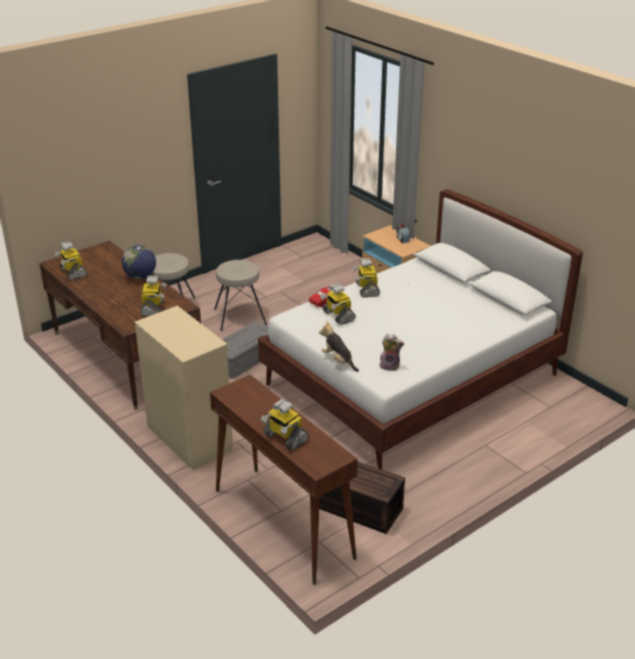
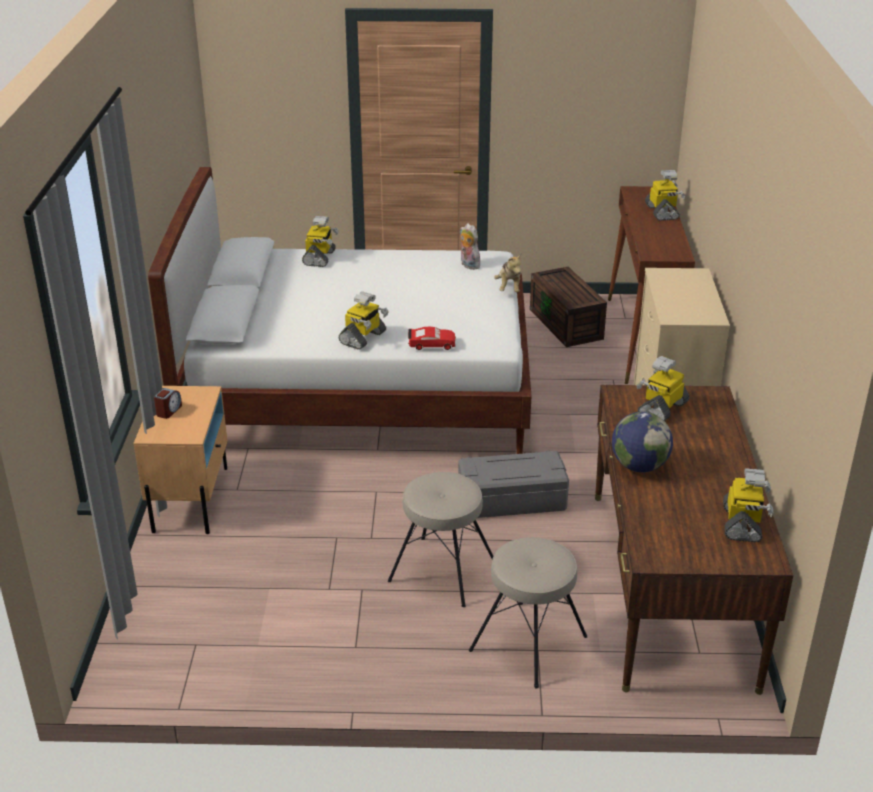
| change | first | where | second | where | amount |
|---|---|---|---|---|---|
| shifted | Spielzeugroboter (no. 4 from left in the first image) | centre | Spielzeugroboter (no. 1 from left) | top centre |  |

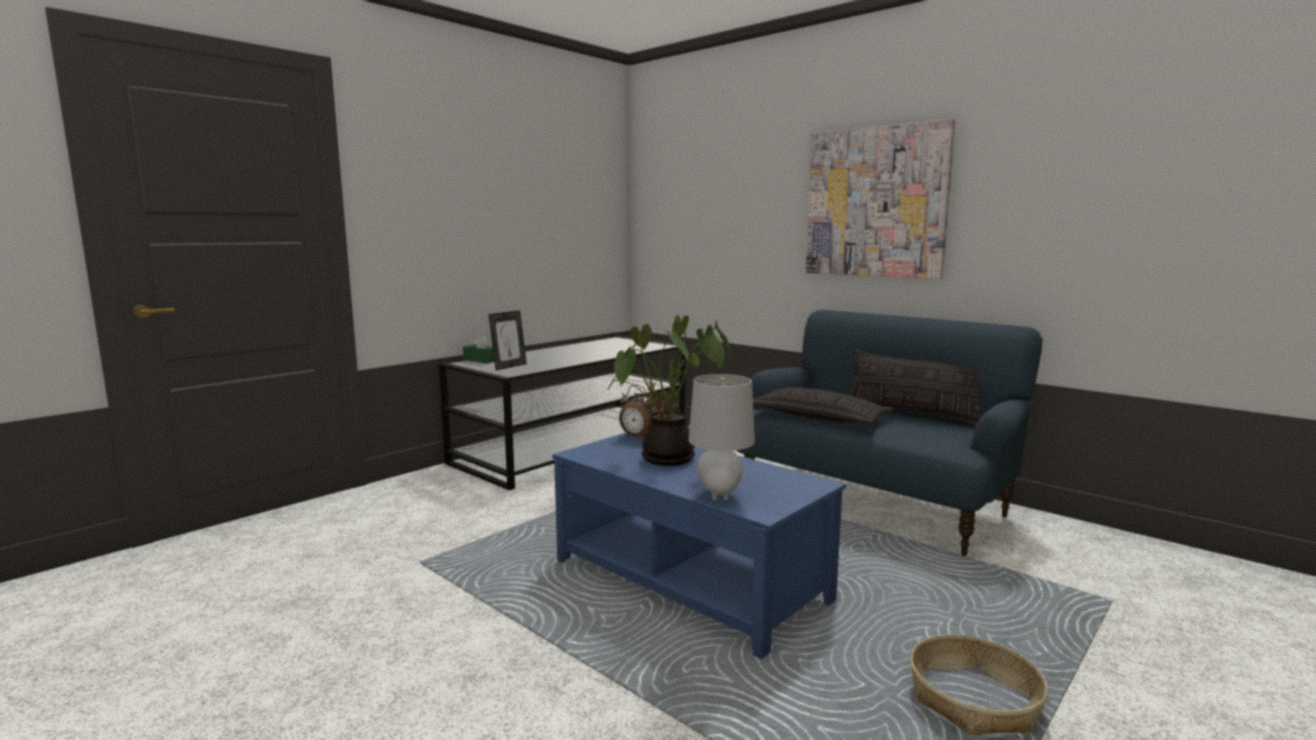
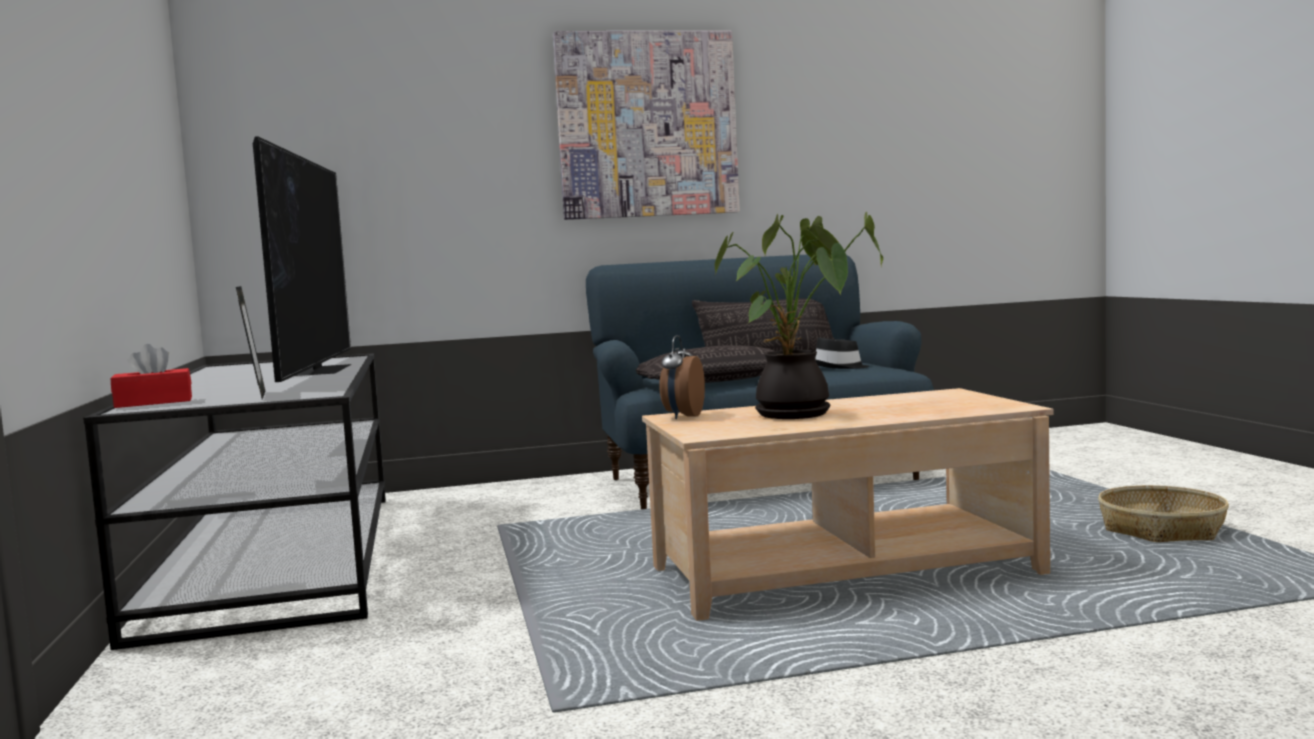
| change | first | where | second | where | amount |
|---|---|---|---|---|---|
| gone | Tischlampe (grau) | centre |  |  |  |
| new |  |  | Fernseher | middle left |  |
| new |  |  | Hut (schwarz) | centre |  |
| repainted | Taschentuchbox (grün) | centre | Taschentuchbox (rot) | middle left |  |
| repainted | Couchtisch (blau) | bottom centre | Couchtisch (beige) | bottom centre |  |
| rotated | Wecker | centre |  | centre | 135 degrees clockwise |

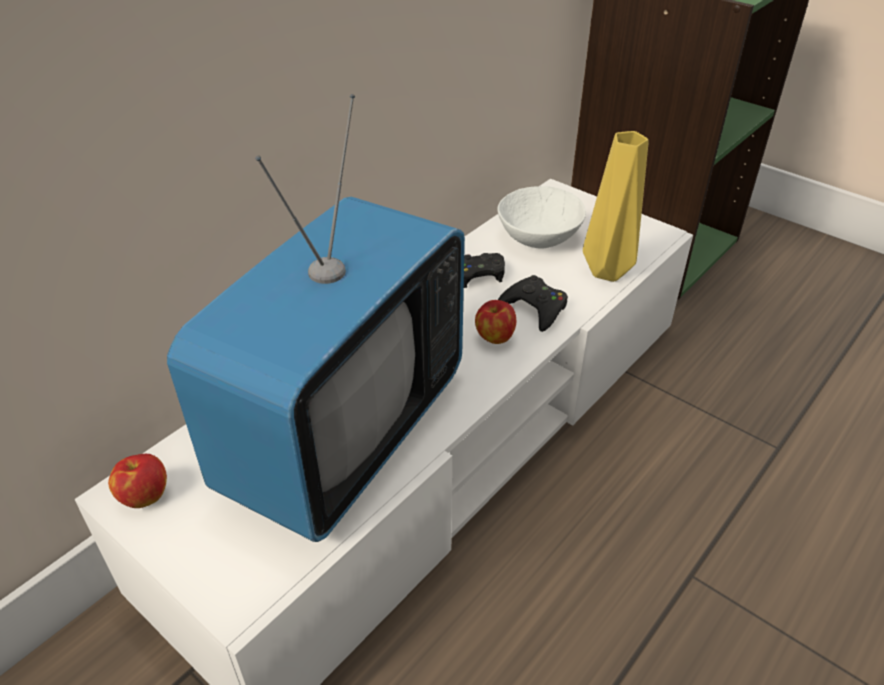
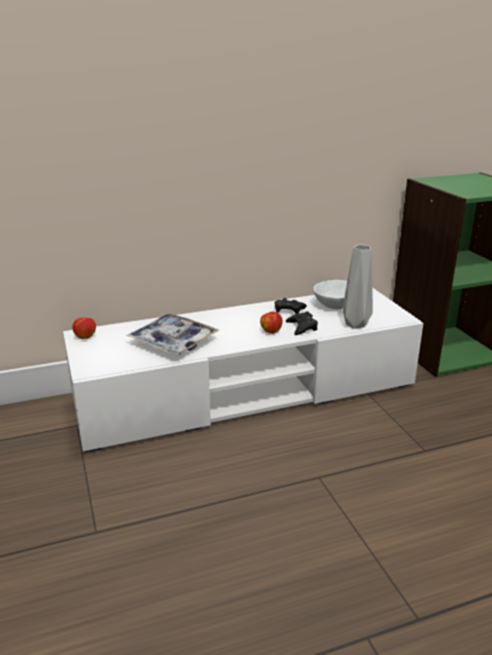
| change | first | where | second | where | amount |
|---|---|---|---|---|---|
| swapped | Fernseher | centre | Tablett | centre |  |
| repainted | Vase (gelb) | top right | Vase (grau) | middle right |  |

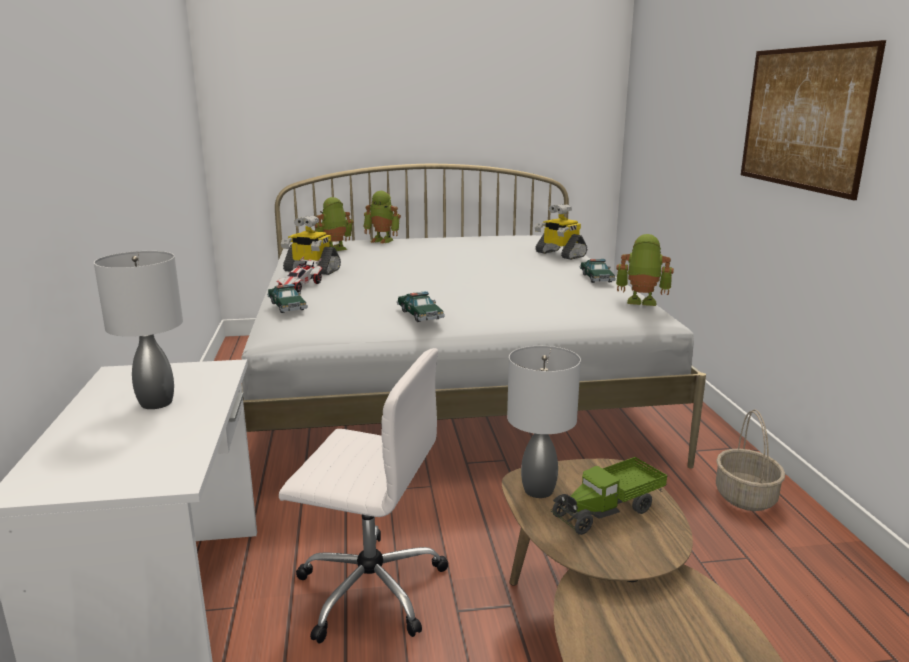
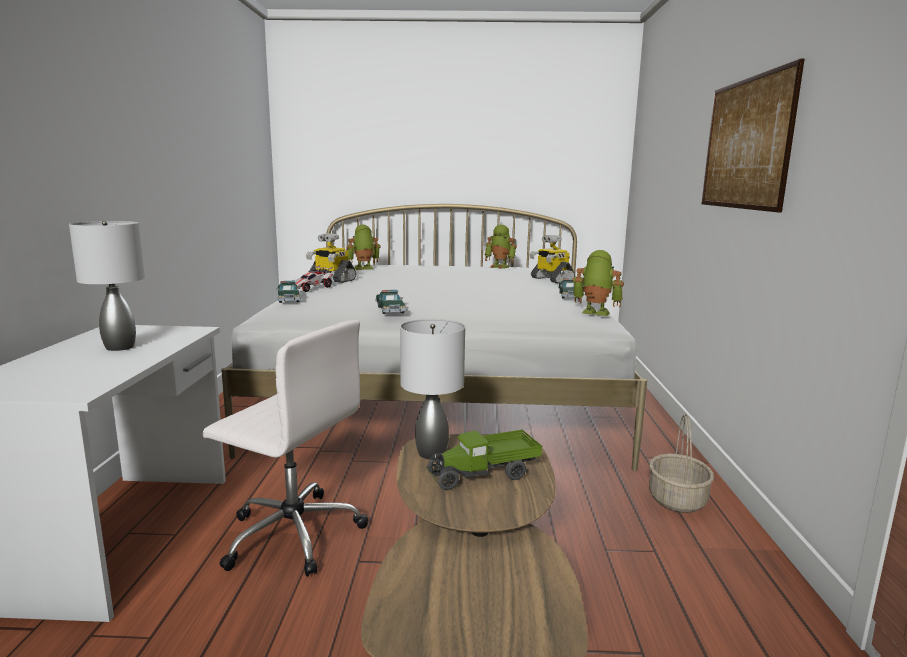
| change | first | where | second | where | amount |
|---|---|---|---|---|---|
| shifted | Spielzeugroboter (no. 3 from left) | top centre |  | centre |  |

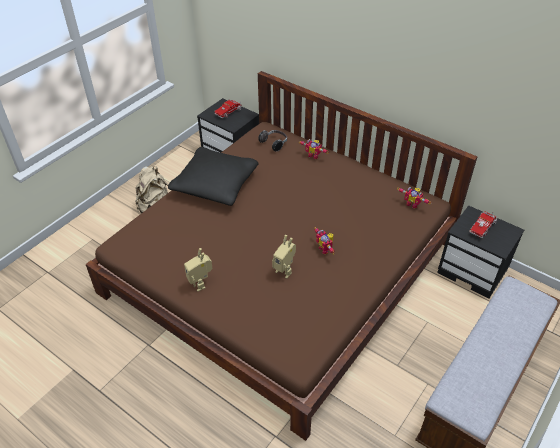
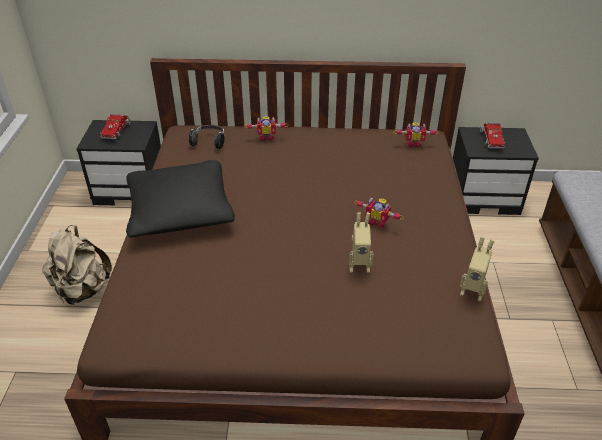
| change | first | where | second | where | amount |
|---|---|---|---|---|---|
| shifted | Spielzeugroboter (no. 1 from left in the first image) | centre | Spielzeugroboter (no. 5 from left) | middle right |  |

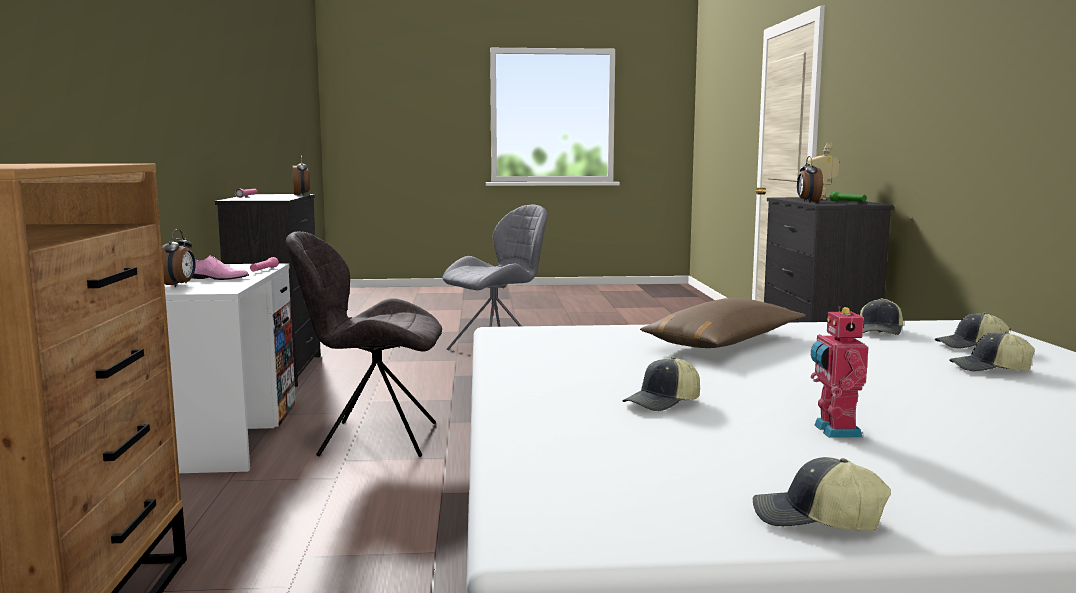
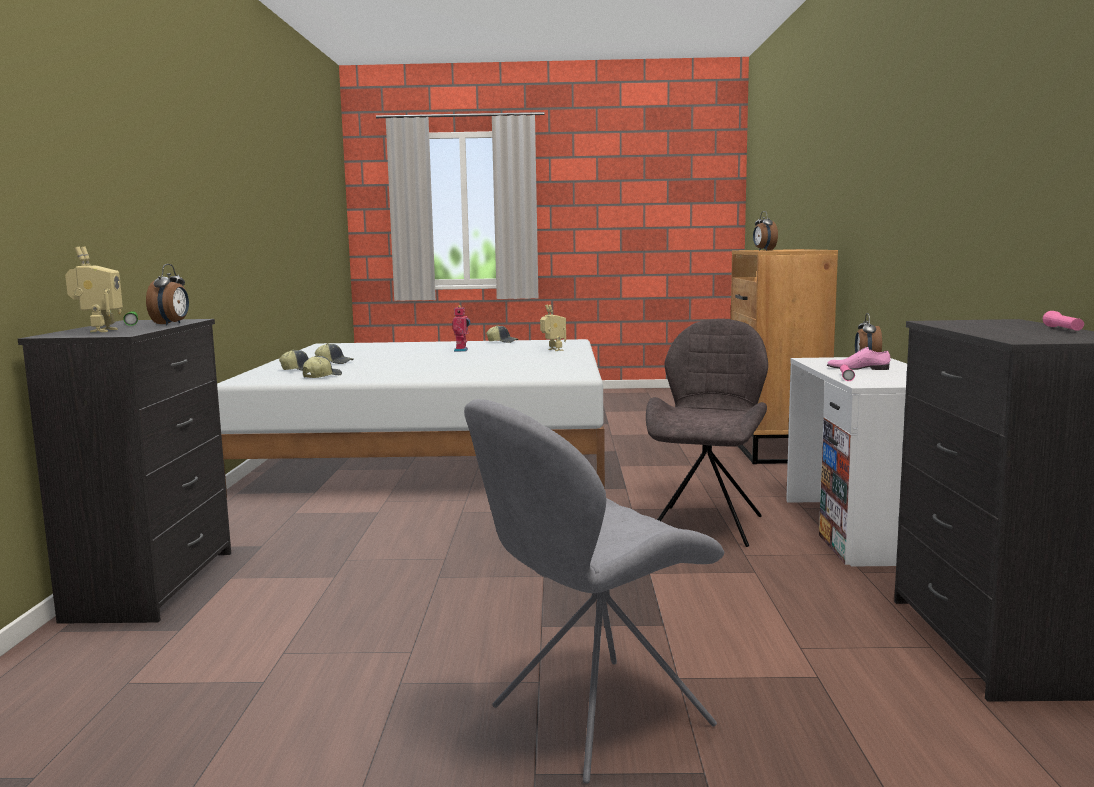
| change | first | where | second | where | amount |
|---|---|---|---|---|---|
| gone | Kappe (no. 1 from left) | centre |  |  |  |
| gone | Kissen (braun) | middle right |  |  |  |
| new |  |  | Spielzeugroboter (no. 3 from left) | centre |  |
| shifted | Wecker (no. 2 from left) | top left |  | top right |  |
| rotated | Stuhl (grau) (no. 1 from left in the first image) | centre | Stuhl (grau) (no. 2 from left) | centre | 75 degrees counterclockwise |

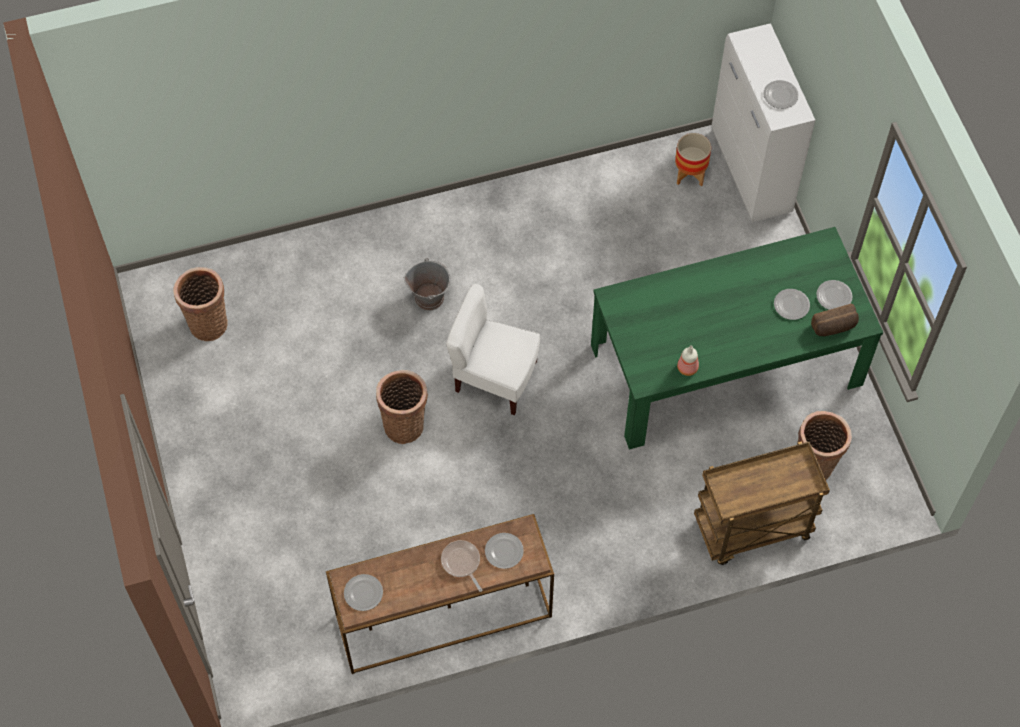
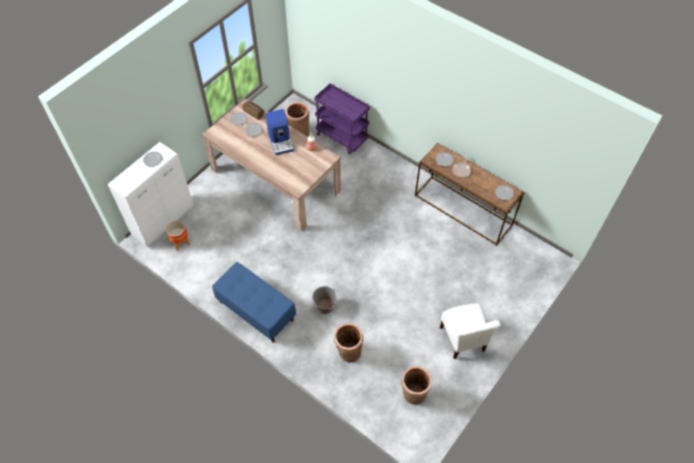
| change | first | where | second | where | amount |
|---|---|---|---|---|---|
| new |  |  | Bank (blau) | centre |  |
| new |  |  | Kaffeemaschine | top centre |  |
| shifted | Korb (no. 2 from left) | centre |  | bottom centre |  |
| shifted | Stuhl (weiß) | centre |  | bottom right |  |
| repainted | Esstisch (grün) | middle right | Esstisch (beige) | centre |  |
| repainted | Rollwagen (braun) | bottom right | Rollwagen (lila) | top centre |  |

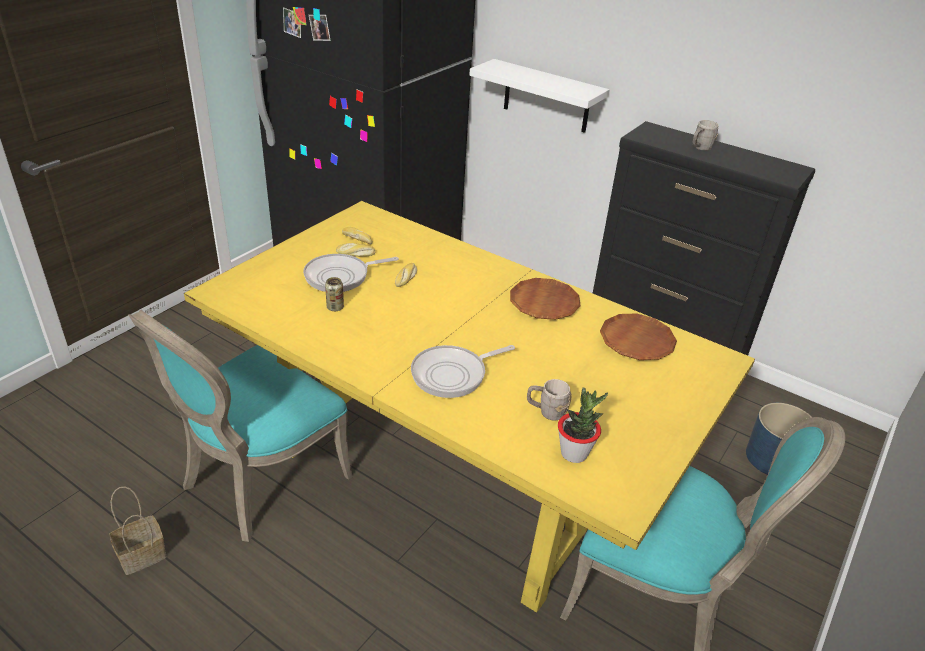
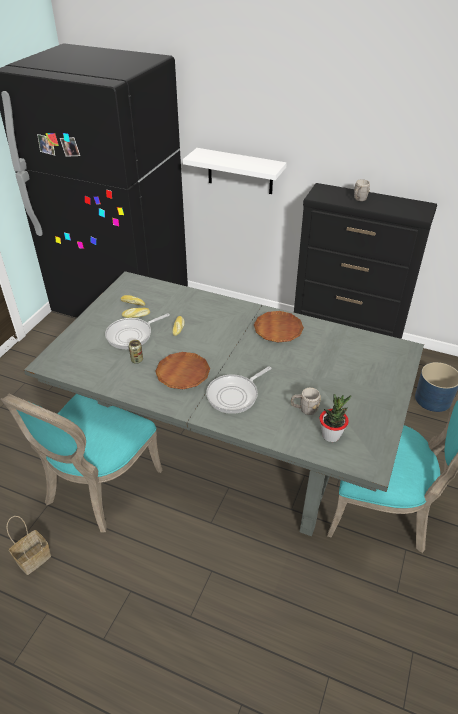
| change | first | where | second | where | amount |
|---|---|---|---|---|---|
| shifted | Teller (braun) (no. 2 from left in the first image) | middle right | Teller (braun) (no. 1 from left) | centre |  |
| repainted | Esstisch (gelb) | centre | Esstisch (grau) | centre |  |

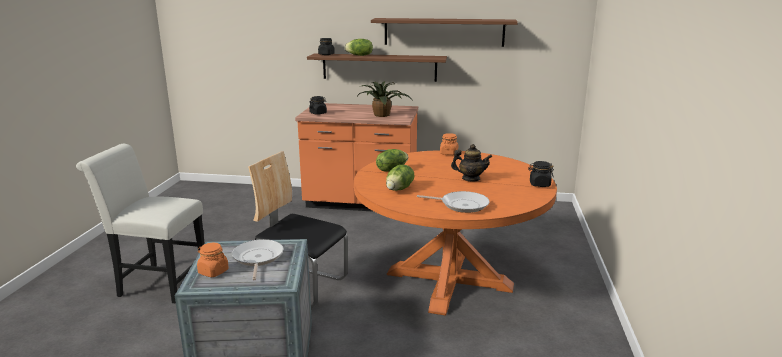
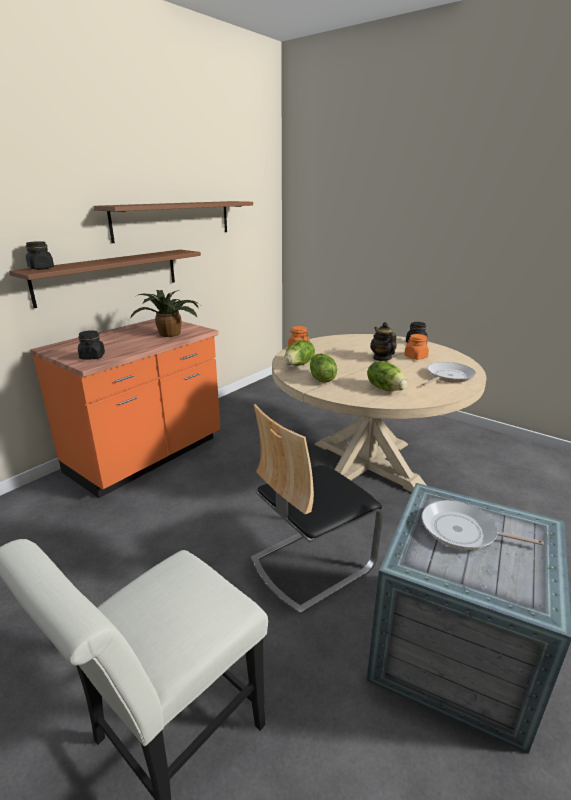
| change | first | where | second | where | amount |
|---|---|---|---|---|---|
| shifted | Vorratsglas (orange) (no. 1 from left in the first image) | bottom left | Vorratsglas (orange) (no. 2 from left) | middle right |  |
| shifted | Salatkopf (no. 1 from left) | top centre |  | centre |  |
| repainted | Esstisch (orange) | centre | Esstisch (beige) | centre |  |
| rotated | Teekanne | centre |  | middle right | 60 degrees counterclockwise |

